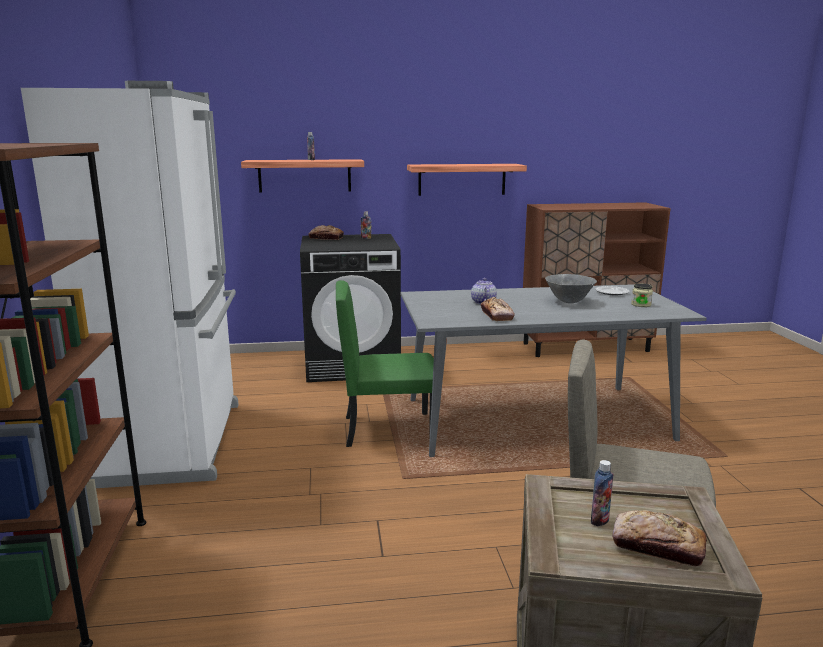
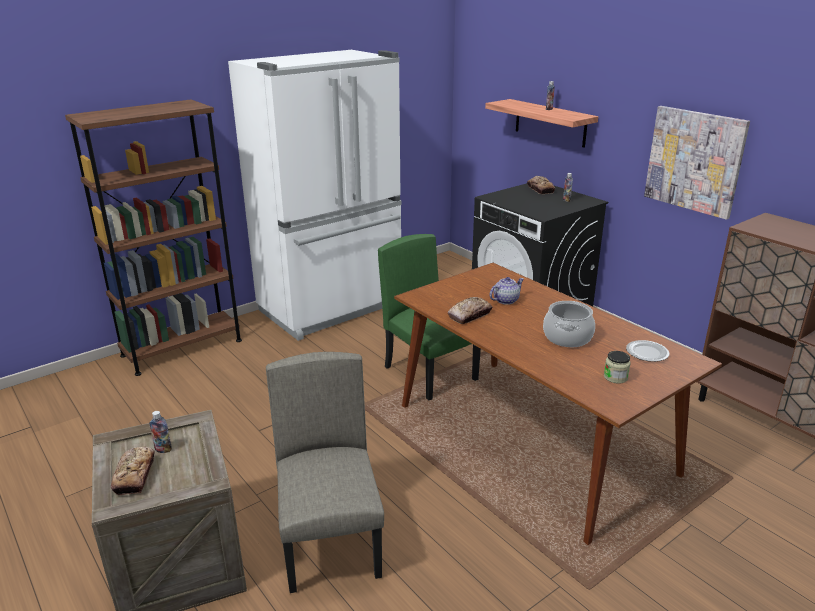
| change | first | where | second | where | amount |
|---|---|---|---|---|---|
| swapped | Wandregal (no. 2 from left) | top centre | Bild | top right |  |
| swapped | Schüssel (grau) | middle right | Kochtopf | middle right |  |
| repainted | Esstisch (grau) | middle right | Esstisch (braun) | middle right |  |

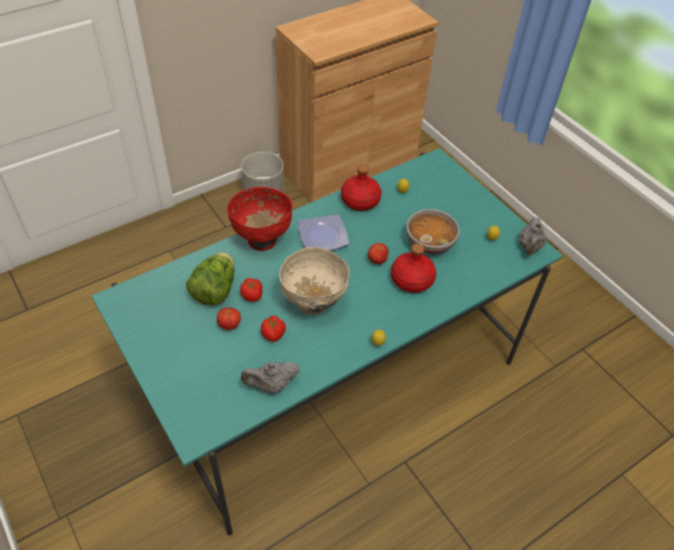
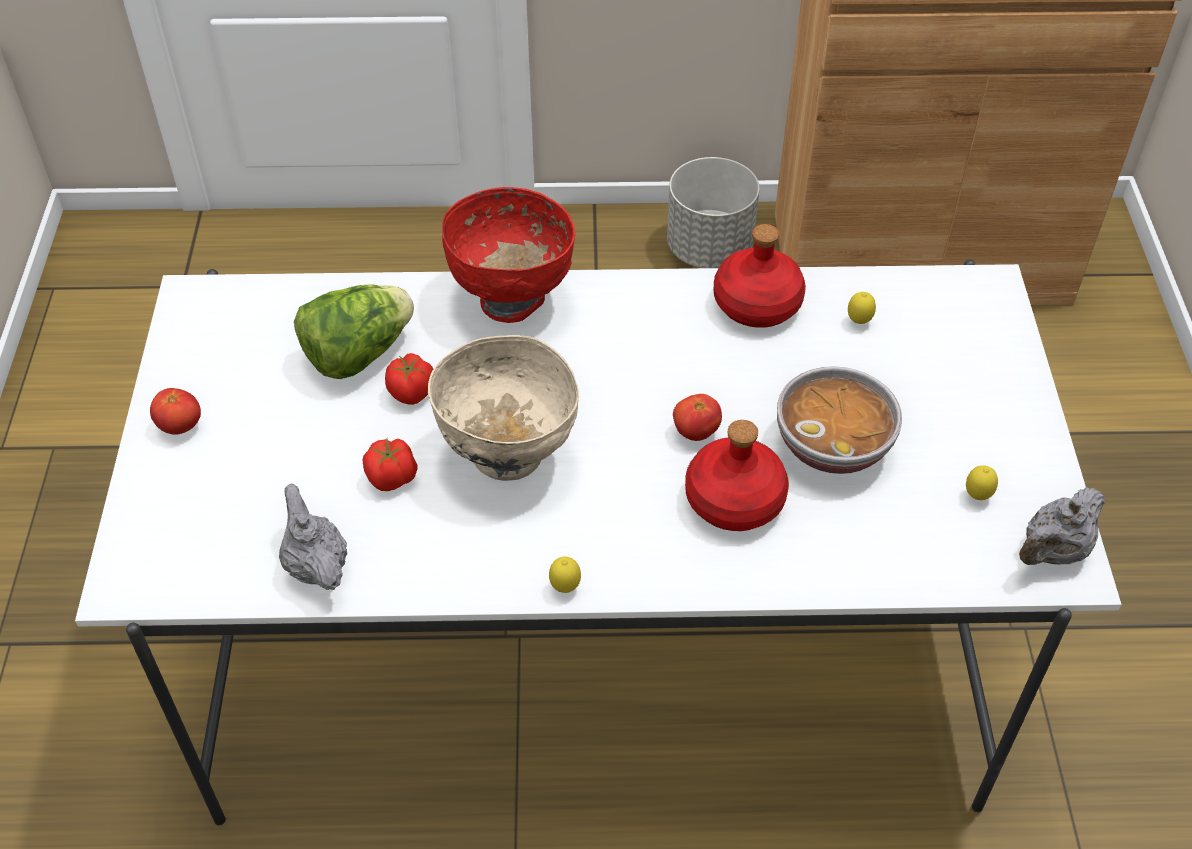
| change | first | where | second | where | amount |
|---|---|---|---|---|---|
| gone | Teller | centre |  |  |  |
| shifted | Tomate (no. 1 from left) | centre |  | middle left |  |
| repainted | Esstisch (türkis) | centre | Esstisch (weiß) | centre |  |
| rotated | Teekanne (grau) (no. 1 from left) | bottom centre |  | middle left | 45 degrees clockwise |

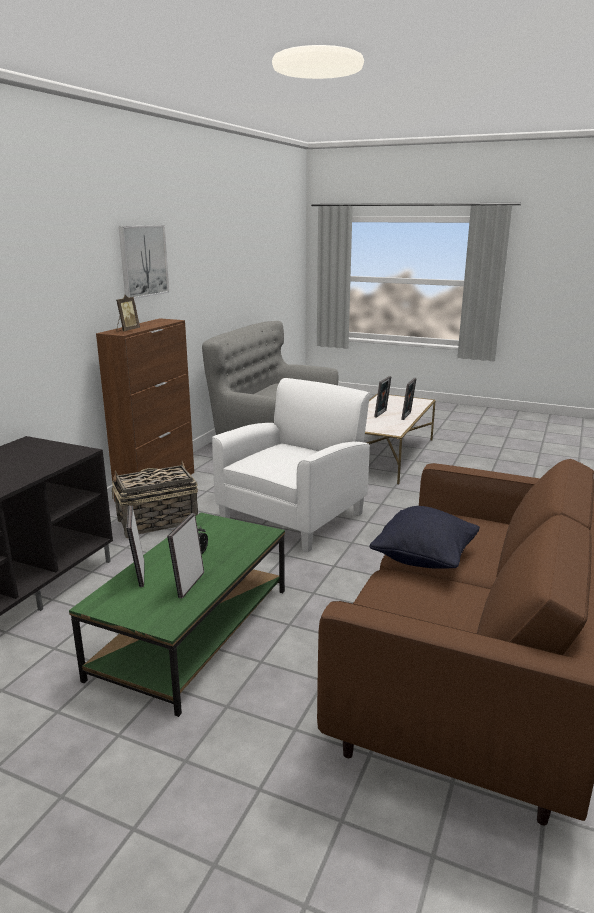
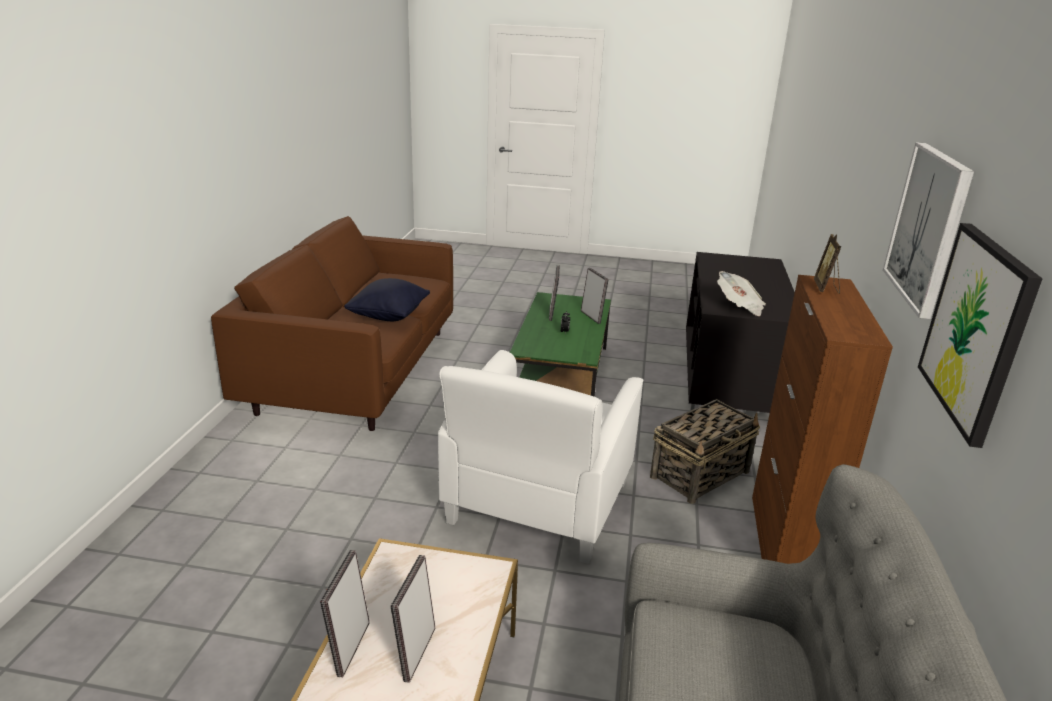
| change | first | where | second | where | amount |
|---|---|---|---|---|---|
| new |  |  | Zeitung | middle right |  |
| new |  |  | Bild (no. 2 from left) | middle right |  |

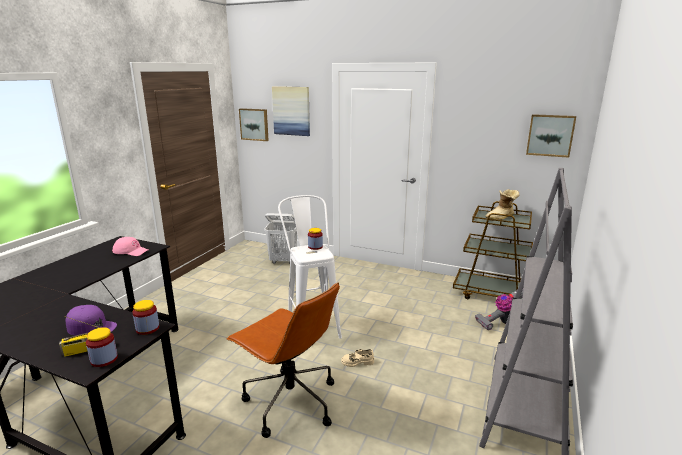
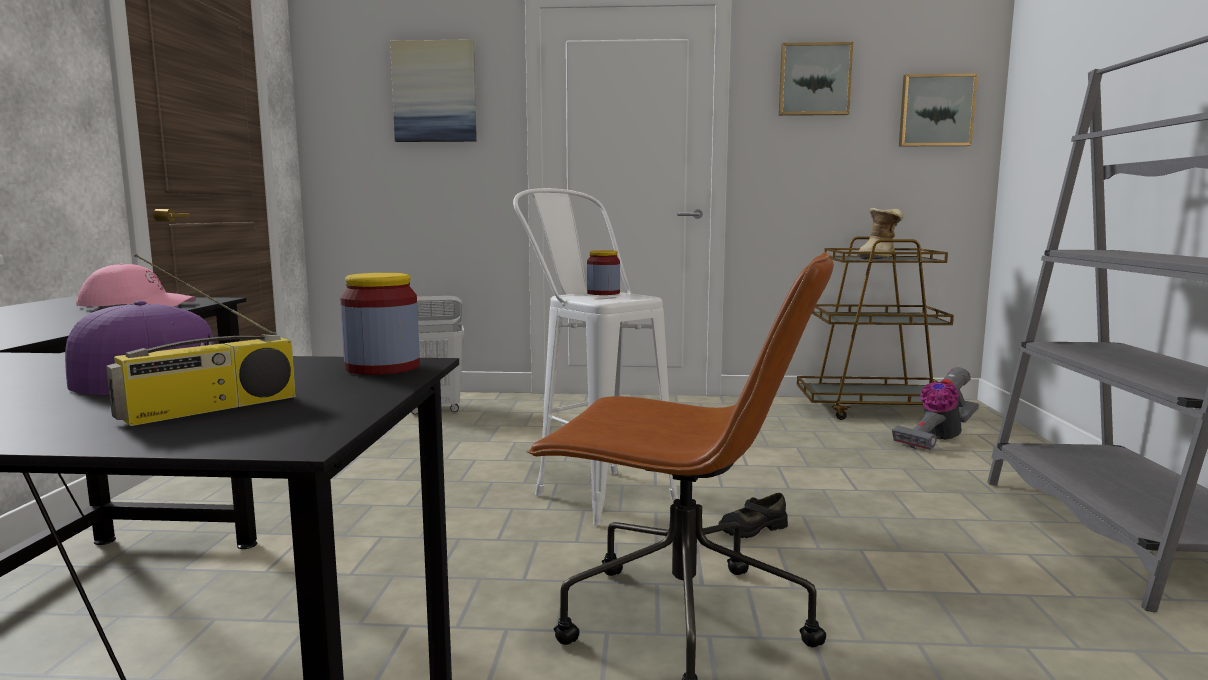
| change | first | where | second | where | amount |
|---|---|---|---|---|---|
| gone | Vorratsglas (no. 1 from left) | bottom left |  |  |  |
| shifted | Bild (no. 1 from left in the first image) | top centre | Bild (no. 2 from left) | top right |  |
| repainted | Schuh (beige) | bottom centre | Schuh (schwarz) | bottom centre |  |

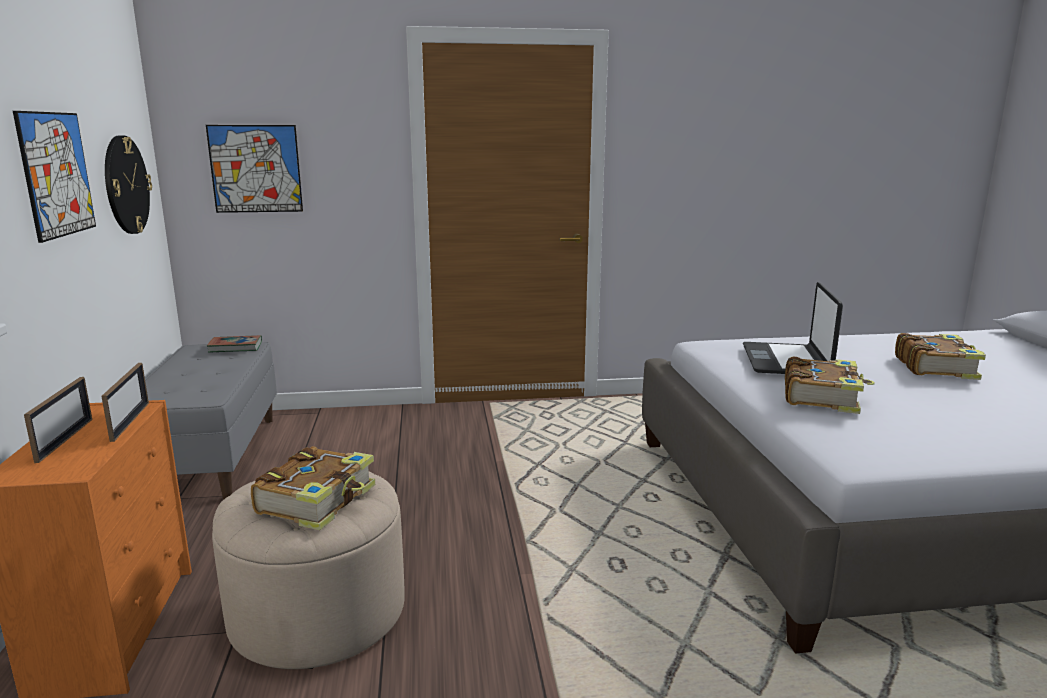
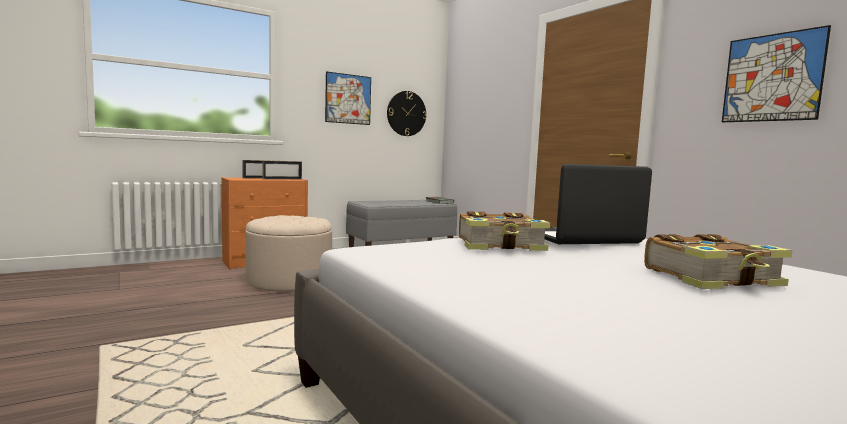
| change | first | where | second | where | amount |
|---|---|---|---|---|---|
| gone | Buch (no. 2 from left) | bottom left |  |  |  |
| shifted | Bild (no. 2 from left) | top left |  | top right |  |

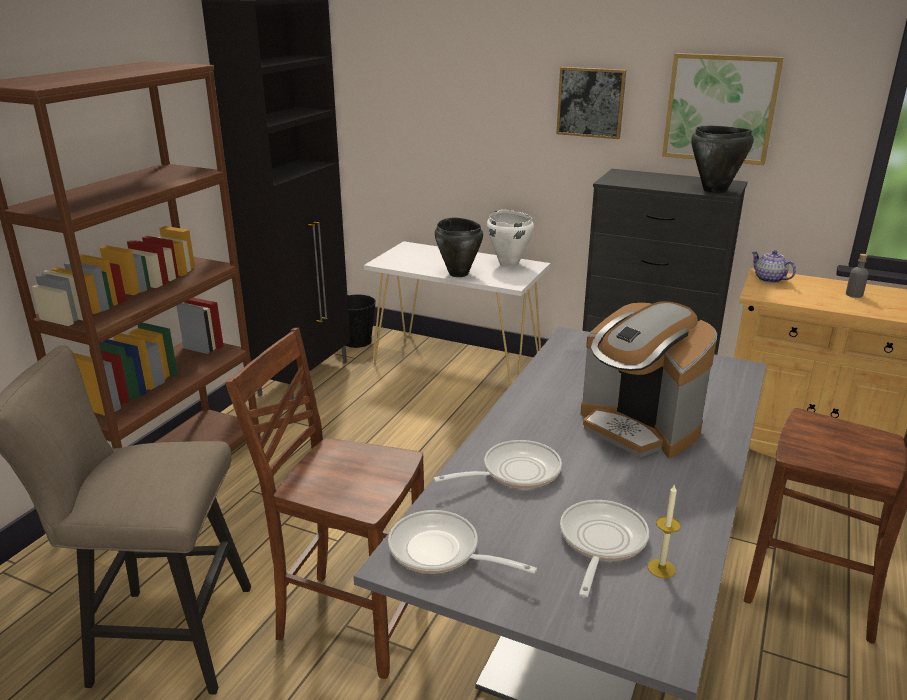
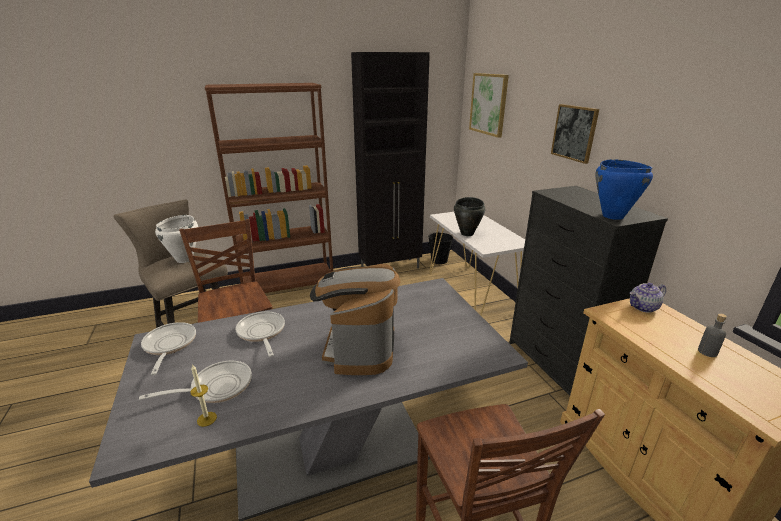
| change | first | where | second | where | amount |
|---|---|---|---|---|---|
| shifted | Kochtopf (weiß) | centre |  | middle left |  |
| shifted | Bild (no. 2 from left in the first image) | top right | Bild (no. 1 from left) | top centre |  |
| repainted | Kochtopf (schwarz) (no. 2 from left) | top right | Kochtopf (blau) | middle right |  |
| rotated | Pfanne (no. 2 from left in the first image) | centre | Pfanne (no. 3 from left) | middle left | 135 degrees counterclockwise |
| rotated | Teekanne | middle right |  | middle right | 120 degrees counterclockwise |

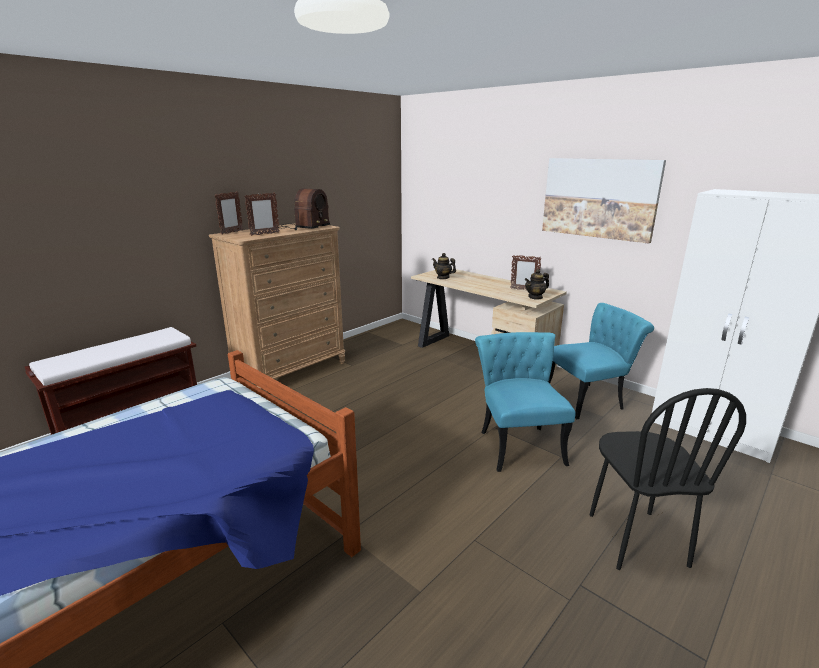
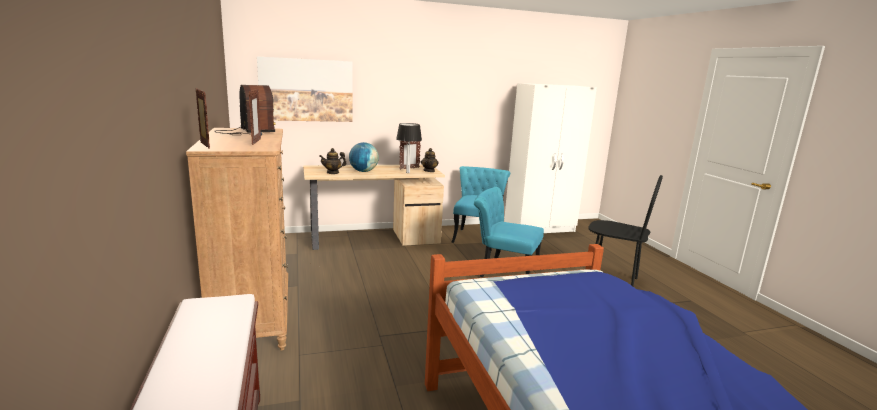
| change | first | where | second | where | amount |
|---|---|---|---|---|---|
| new |  |  | Globus | centre |  |
| new |  |  | Tischlampe | centre |  |
| shifted | Bild | top right |  | top centre |  |

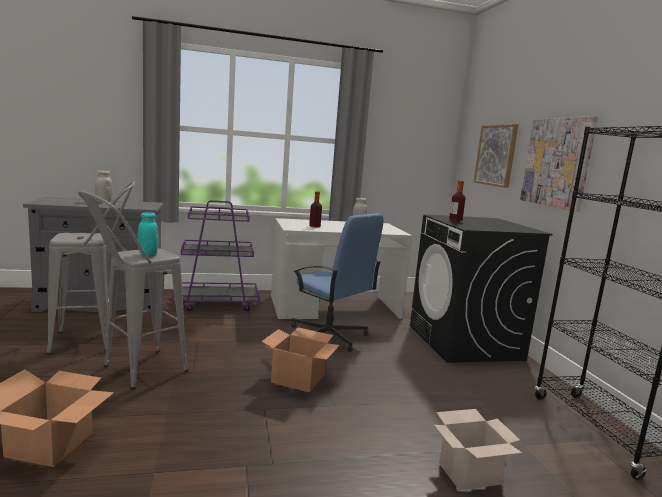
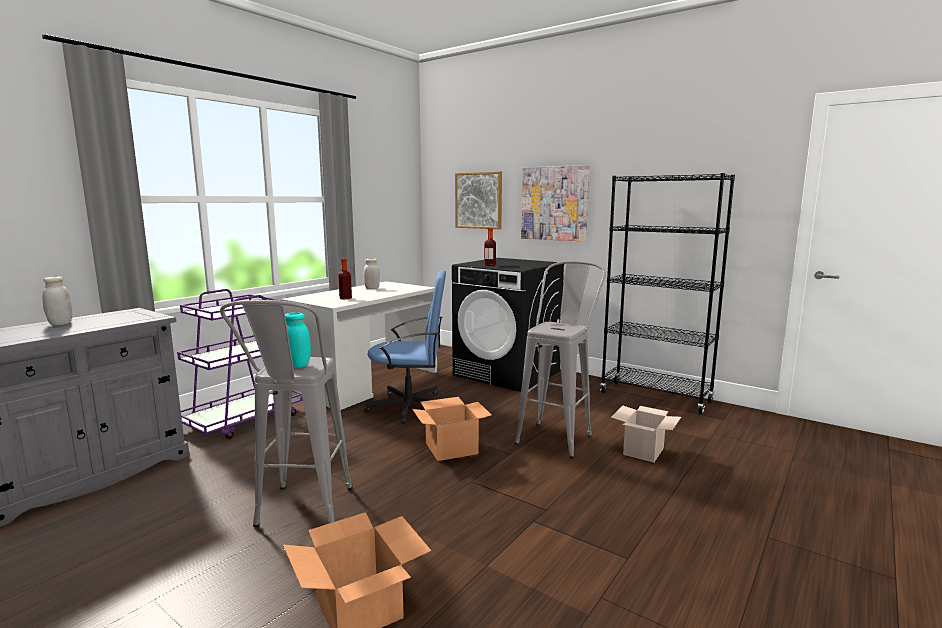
| change | first | where | second | where | amount |
|---|---|---|---|---|---|
| shifted | Hocker (grau) (no. 1 from left in the first image) | middle left | Hocker (grau) (no. 2 from left) | centre |  |

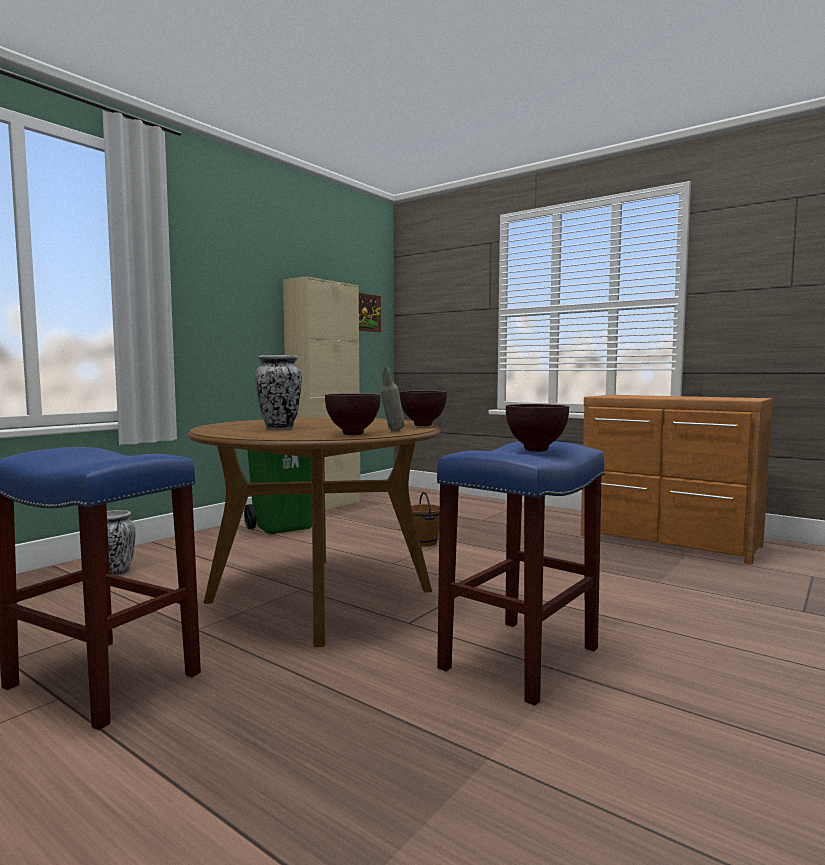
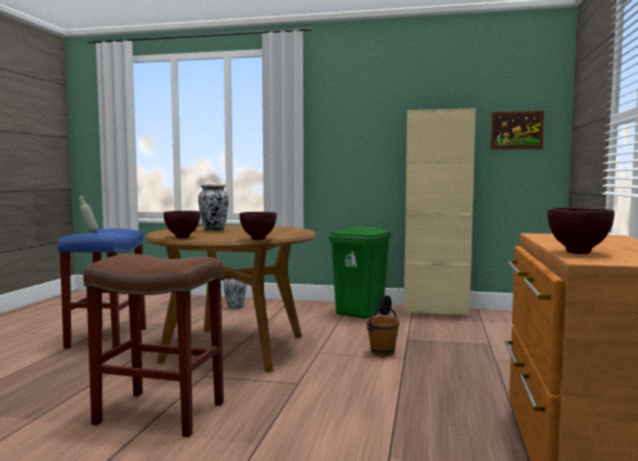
| change | first | where | second | where | amount |
|---|---|---|---|---|---|
| shifted | Flasche (grau) | centre |  | middle left |  |
| shifted | Schüssel (braun) (no. 3 from left) | centre |  | middle right |  |
| repainted | Hocker (blau) (no. 2 from left) | centre | Hocker (braun) | bottom left |  |

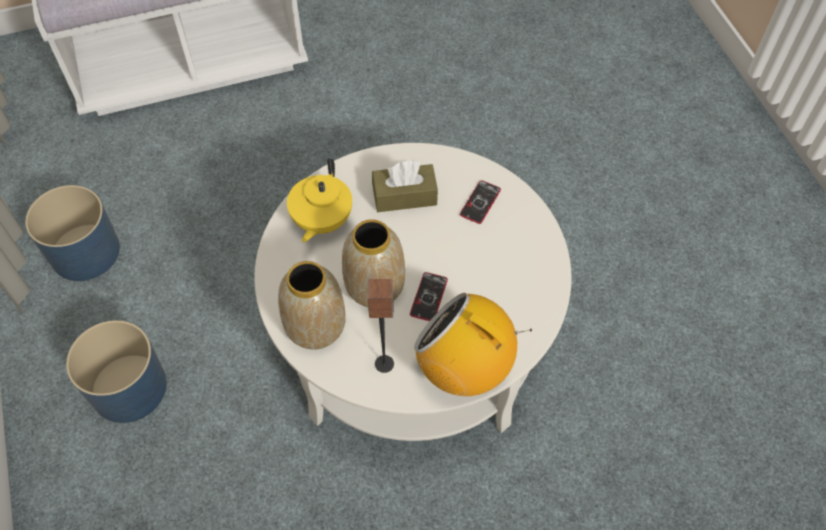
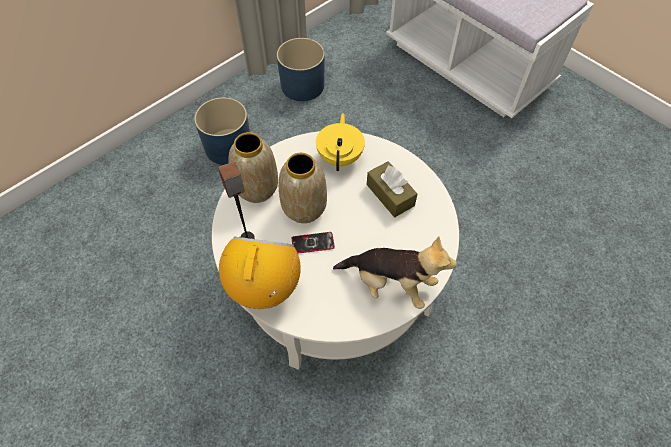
| change | first | where | second | where | amount |
|---|---|---|---|---|---|
| gone | Handy (no. 2 from left) | centre |  |  |  |
| new |  |  | Plüschtier | centre |  |
| rotated | Teekanne (gelb) | centre |  | top centre | 105 degrees clockwise |

